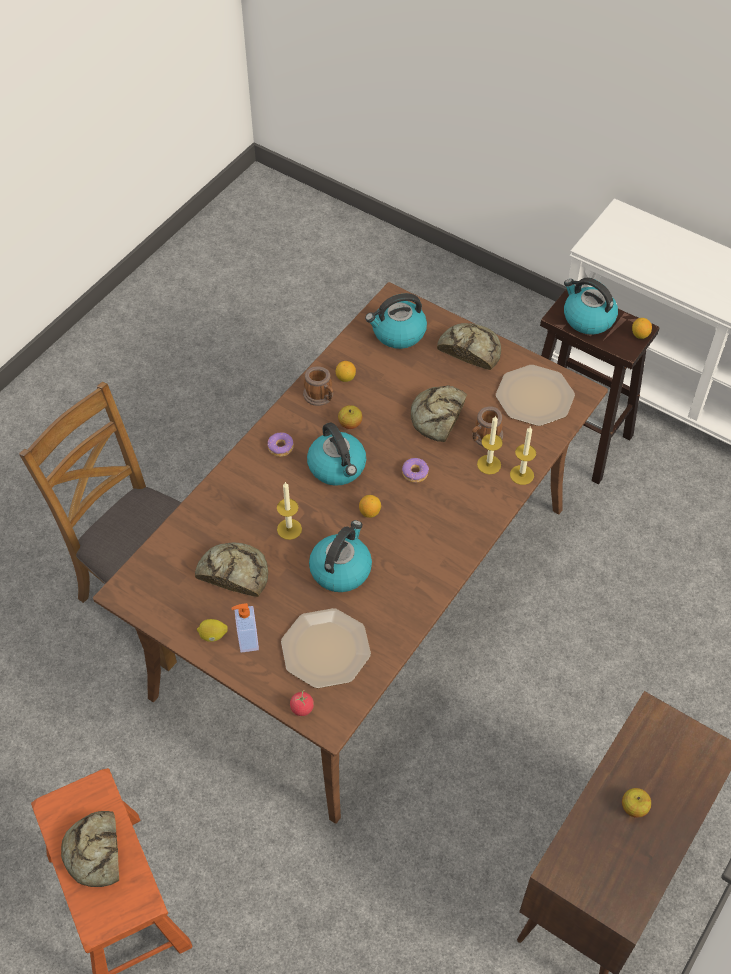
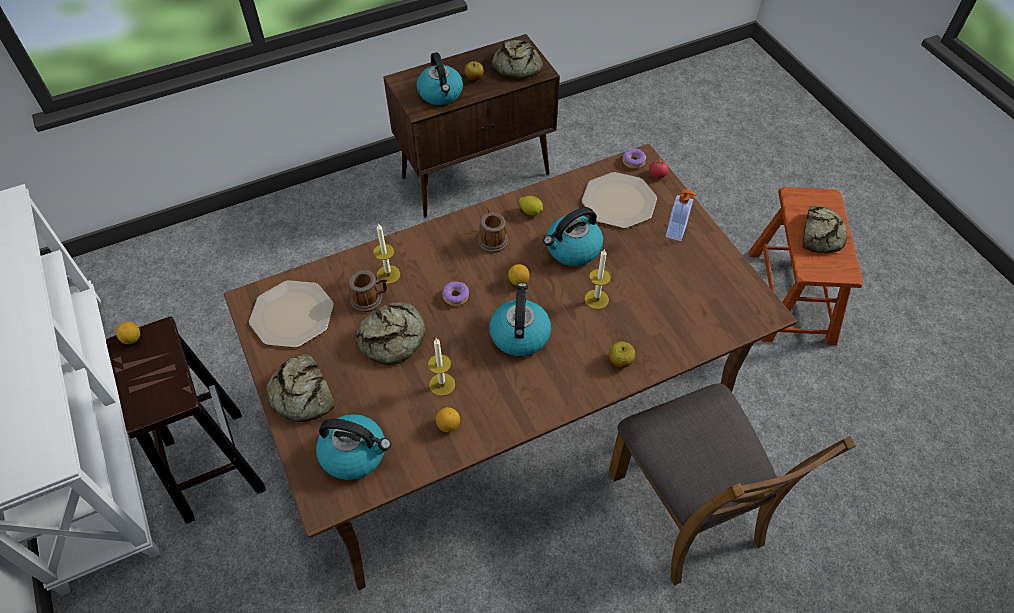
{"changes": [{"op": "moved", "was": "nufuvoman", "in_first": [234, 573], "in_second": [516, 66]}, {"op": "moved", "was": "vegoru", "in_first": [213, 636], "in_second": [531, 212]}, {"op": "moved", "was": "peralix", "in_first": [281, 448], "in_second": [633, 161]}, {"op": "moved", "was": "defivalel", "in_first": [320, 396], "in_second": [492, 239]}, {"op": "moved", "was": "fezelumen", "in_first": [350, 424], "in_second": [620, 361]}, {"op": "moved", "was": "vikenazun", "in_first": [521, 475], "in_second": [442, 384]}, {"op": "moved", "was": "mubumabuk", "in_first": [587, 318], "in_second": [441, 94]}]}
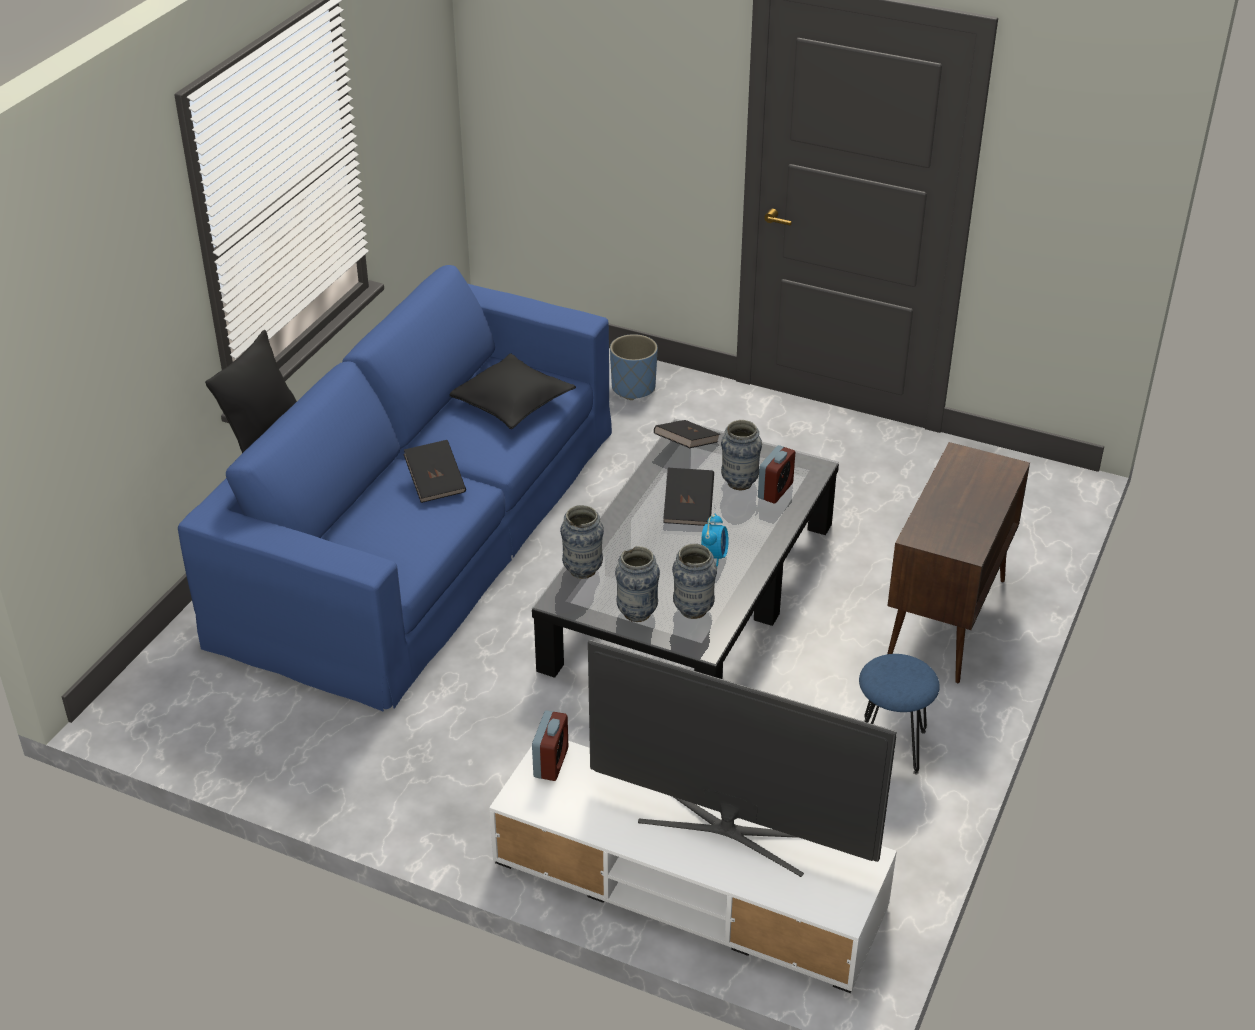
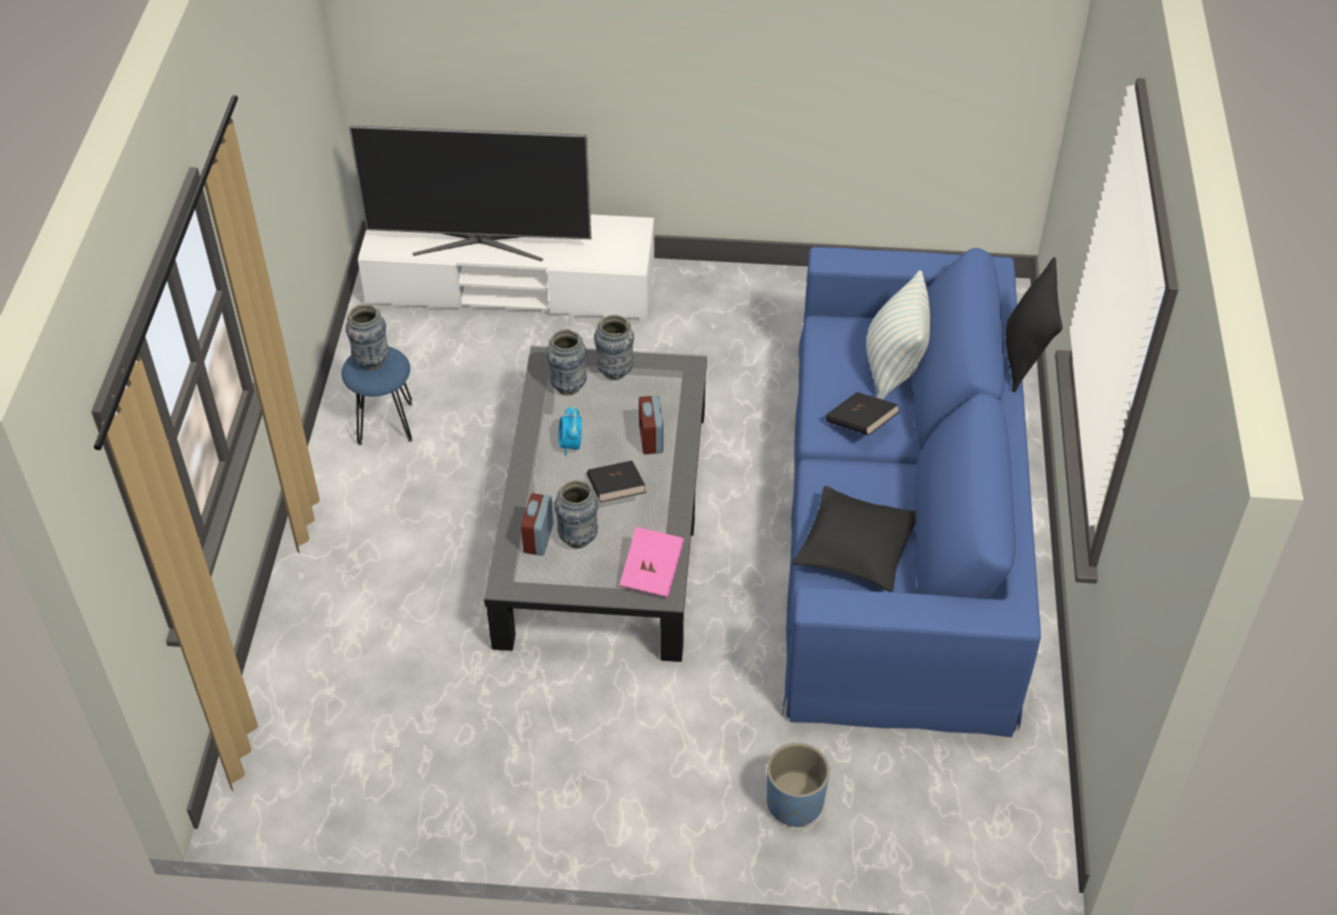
{"changes": [{"op": "removed", "was": "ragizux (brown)", "in_first": [946, 621]}, {"op": "added", "now": "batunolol", "in_second": [893, 367]}, {"op": "moved", "was": "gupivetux", "in_first": [551, 763], "in_second": [651, 439]}, {"op": "moved", "was": "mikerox", "in_first": [582, 570], "in_second": [371, 361]}, {"op": "recoloured", "was": "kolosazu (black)", "now": "kolosazu (pink)", "in_first": [686, 446], "in_second": [652, 573]}]}
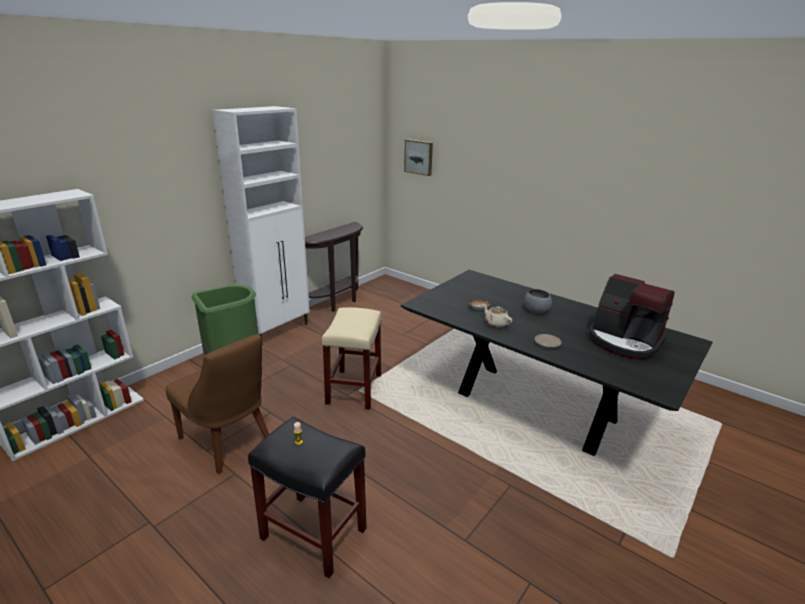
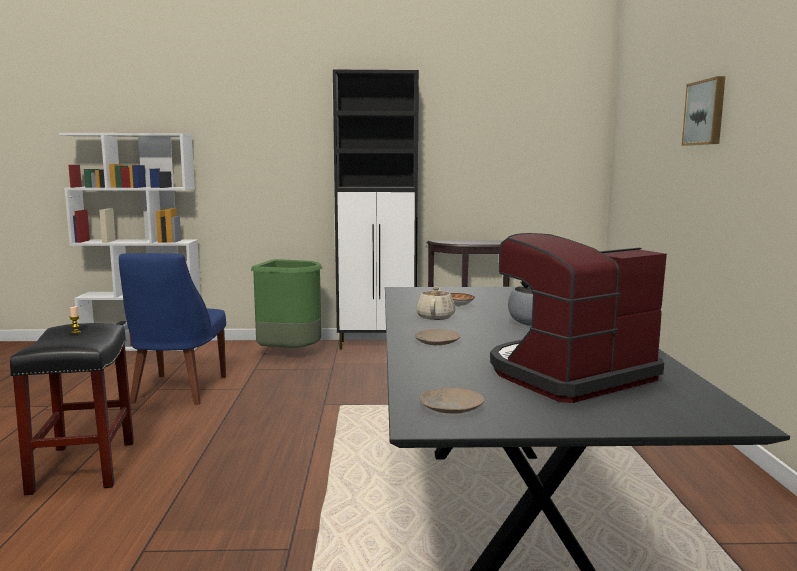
{"changes": [{"op": "removed", "was": "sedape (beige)", "in_first": [354, 389]}, {"op": "added", "now": "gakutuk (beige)", "in_second": [450, 408]}, {"op": "moved", "was": "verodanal", "in_first": [419, 157], "in_second": [706, 112]}, {"op": "recoloured", "was": "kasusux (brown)", "now": "kasusux (blue)", "in_first": [228, 442], "in_second": [177, 391]}, {"op": "recoloured", "was": "ragizux (white)", "now": "ragizux (black)", "in_first": [278, 330], "in_second": [378, 345]}, {"op": "turned", "was": "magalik", "in_first": [624, 341], "in_second": [568, 375], "clockwise": 60}]}
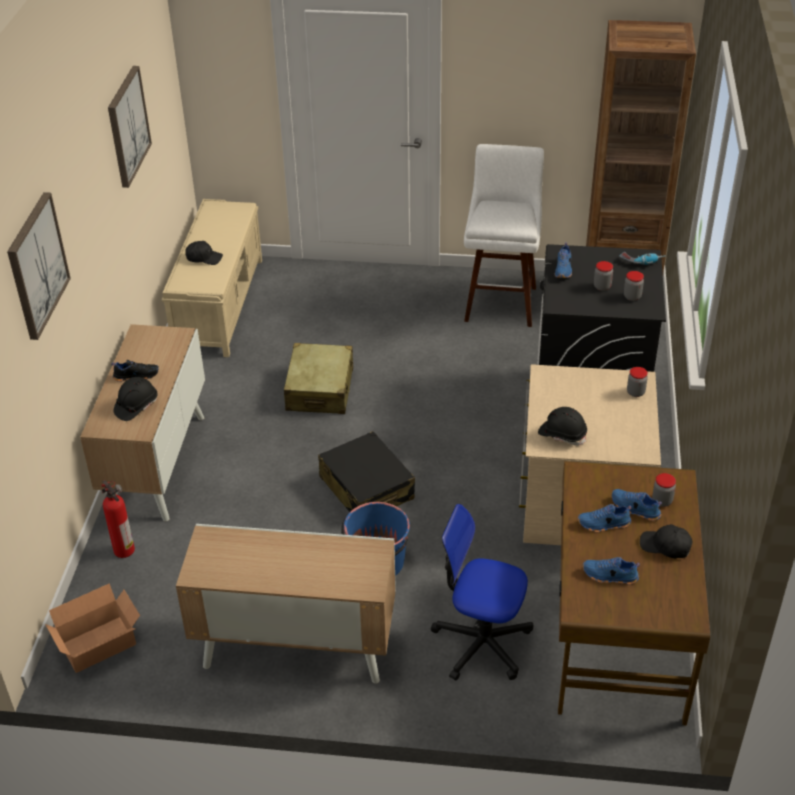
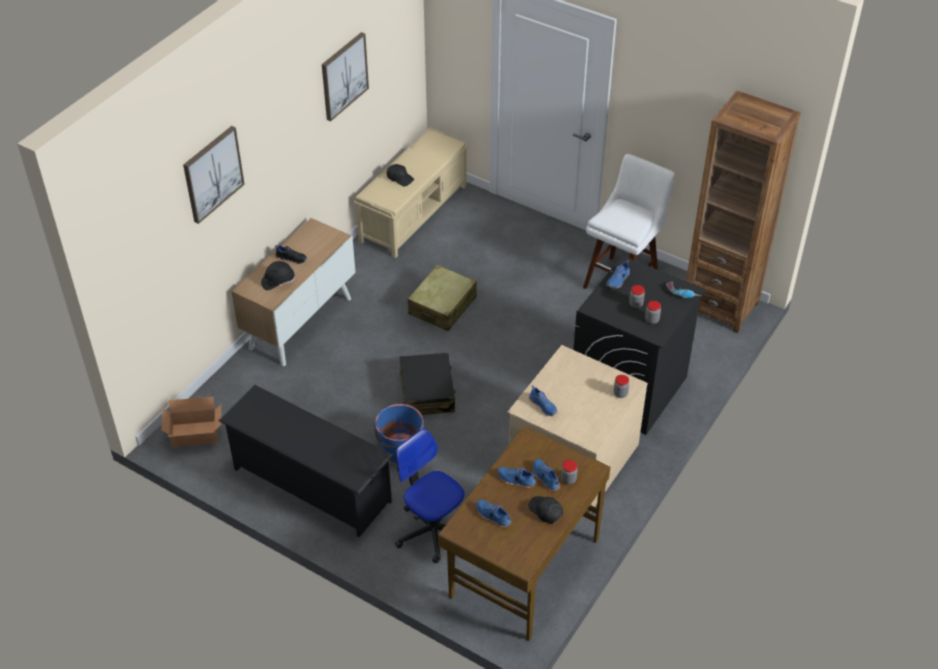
{"changes": [{"op": "removed", "was": "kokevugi", "in_first": [123, 549]}, {"op": "replaced", "was": "ragizux", "now": "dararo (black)", "in_first": [295, 648], "in_second": [311, 485]}, {"op": "replaced", "was": "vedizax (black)", "now": "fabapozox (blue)", "in_first": [562, 434], "in_second": [543, 406]}]}
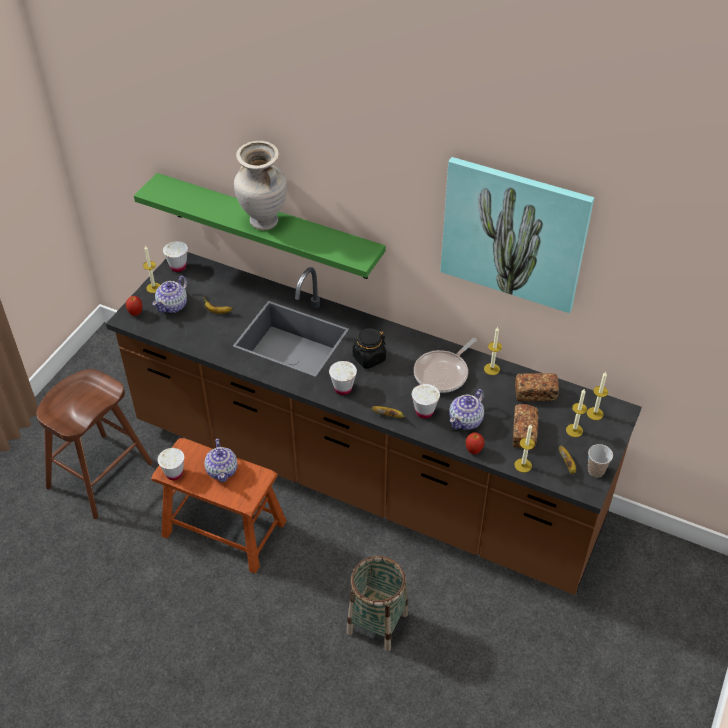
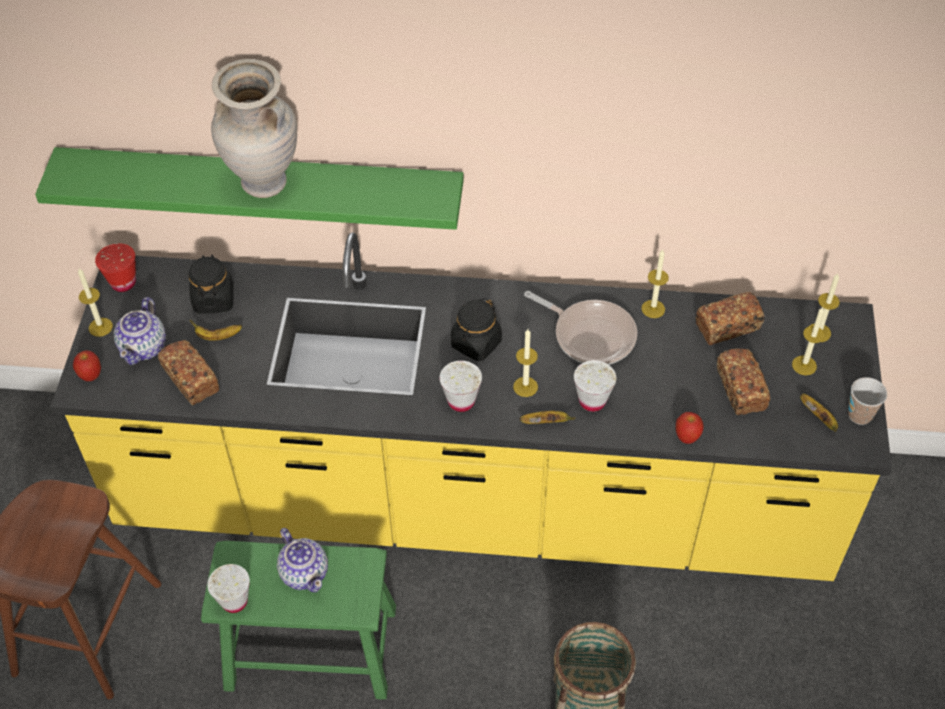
{"changes": [{"op": "removed", "was": "verodanal", "in_first": [513, 234]}, {"op": "removed", "was": "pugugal", "in_first": [466, 420]}, {"op": "added", "now": "nufuvoman", "in_second": [191, 380]}, {"op": "added", "now": "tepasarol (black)", "in_second": [214, 299]}, {"op": "moved", "was": "vikenazun", "in_first": [523, 465], "in_second": [525, 387]}, {"op": "recoloured", "was": "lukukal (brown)", "now": "lukukal (yellow)", "in_first": [364, 475], "in_second": [474, 502]}, {"op": "recoloured", "was": "sedape (brown)", "now": "sedape (green)", "in_first": [224, 528], "in_second": [311, 646]}, {"op": "recoloured", "was": "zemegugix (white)", "now": "zemegugix (red)", "in_first": [178, 267], "in_second": [123, 283]}, {"op": "turned", "was": "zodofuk", "in_first": [443, 373], "in_second": [590, 335], "clockwise": -75}]}
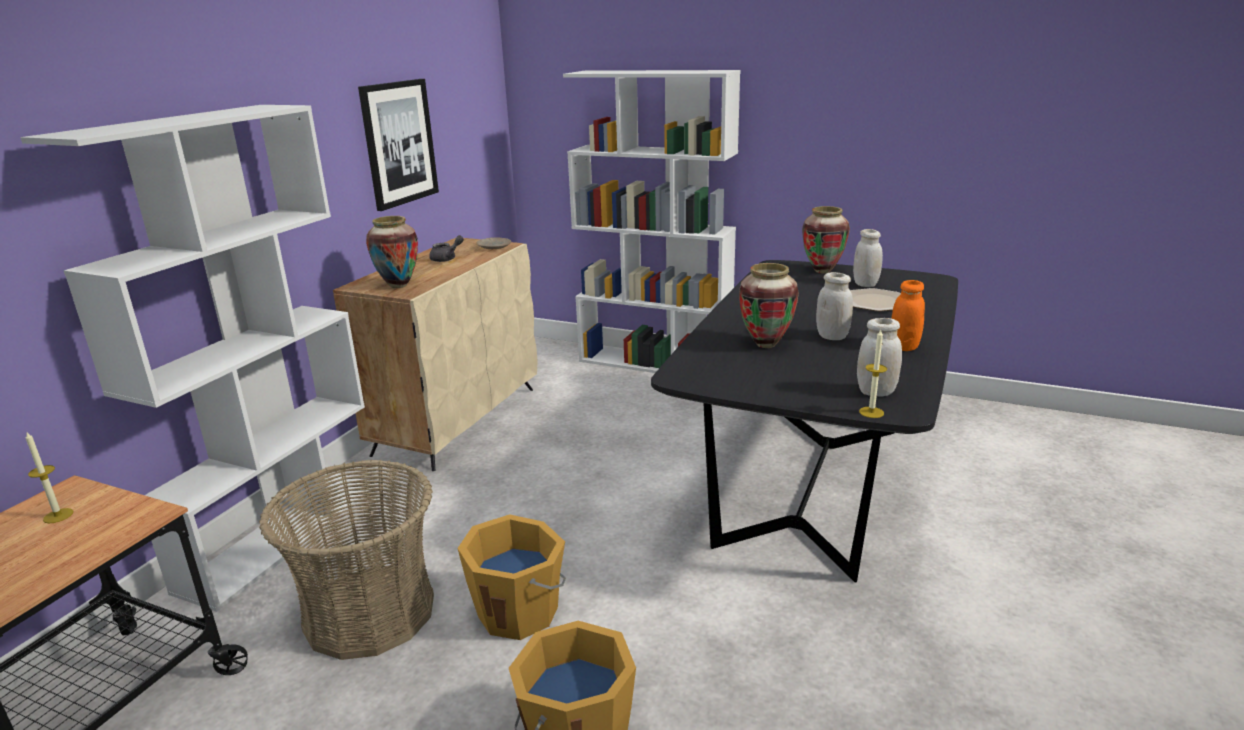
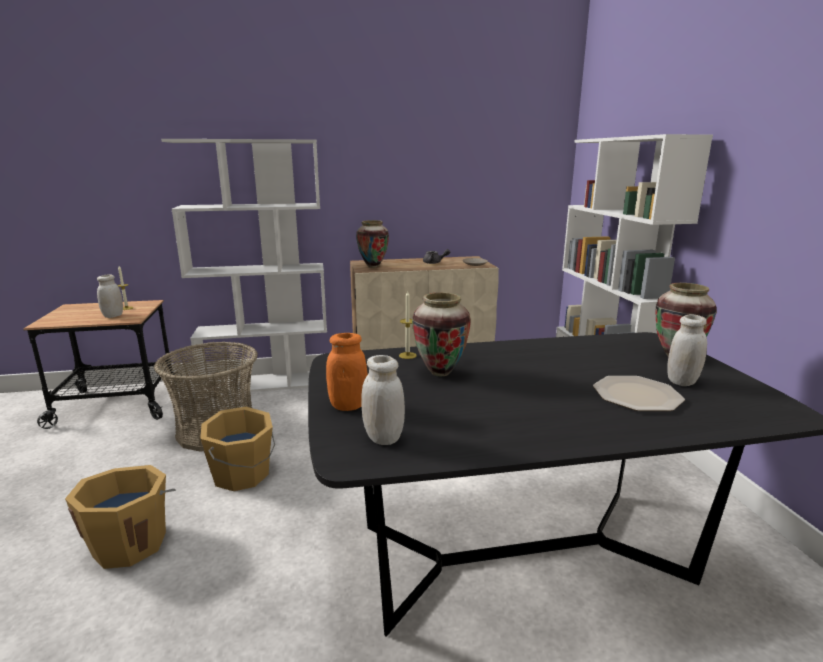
{"changes": [{"op": "removed", "was": "verodanal", "in_first": [399, 143]}, {"op": "moved", "was": "tepasarol (white)", "in_first": [832, 336], "in_second": [113, 316]}, {"op": "moved", "was": "vikenazun", "in_first": [871, 412], "in_second": [407, 355]}, {"op": "moved", "was": "tepasarol (orange)", "in_first": [904, 347], "in_second": [348, 405]}]}
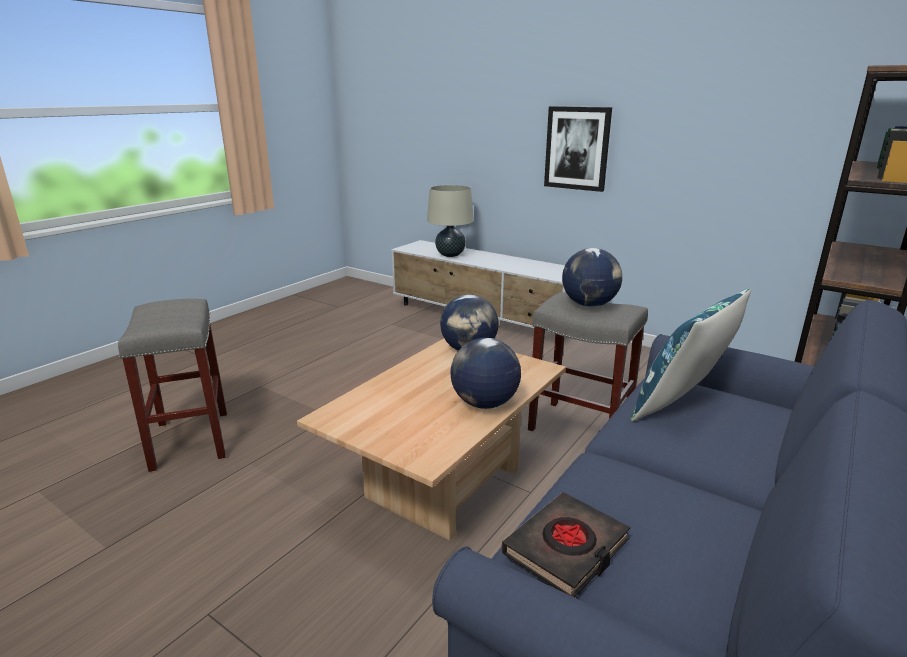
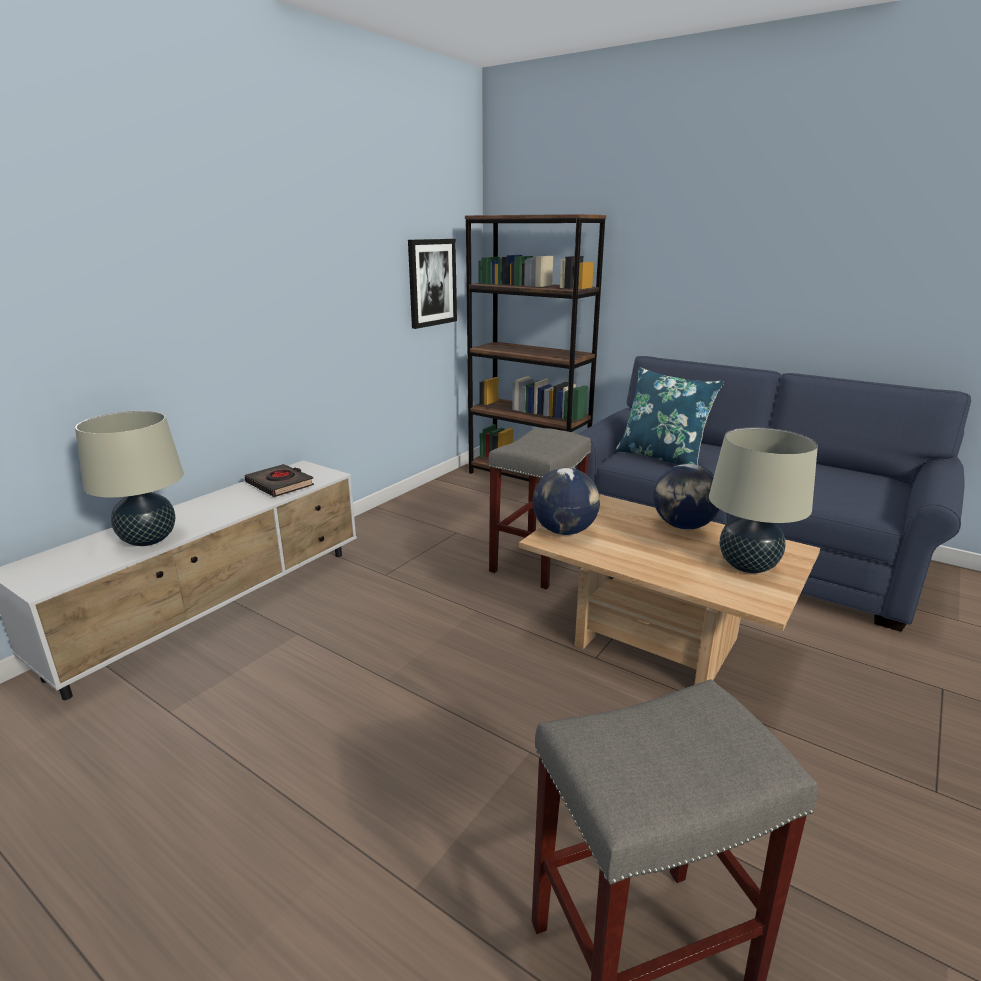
{"changes": [{"op": "removed", "was": "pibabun", "in_first": [589, 305]}, {"op": "added", "now": "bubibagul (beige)", "in_second": [747, 566]}, {"op": "moved", "was": "kolosazu (black)", "in_first": [566, 548], "in_second": [280, 485]}, {"op": "moved", "was": "verodanal", "in_first": [577, 148], "in_second": [432, 282]}]}
